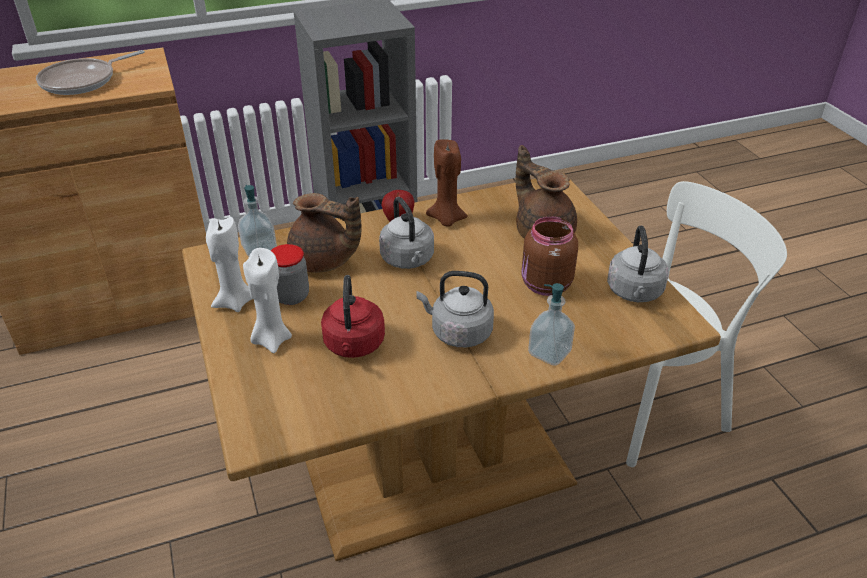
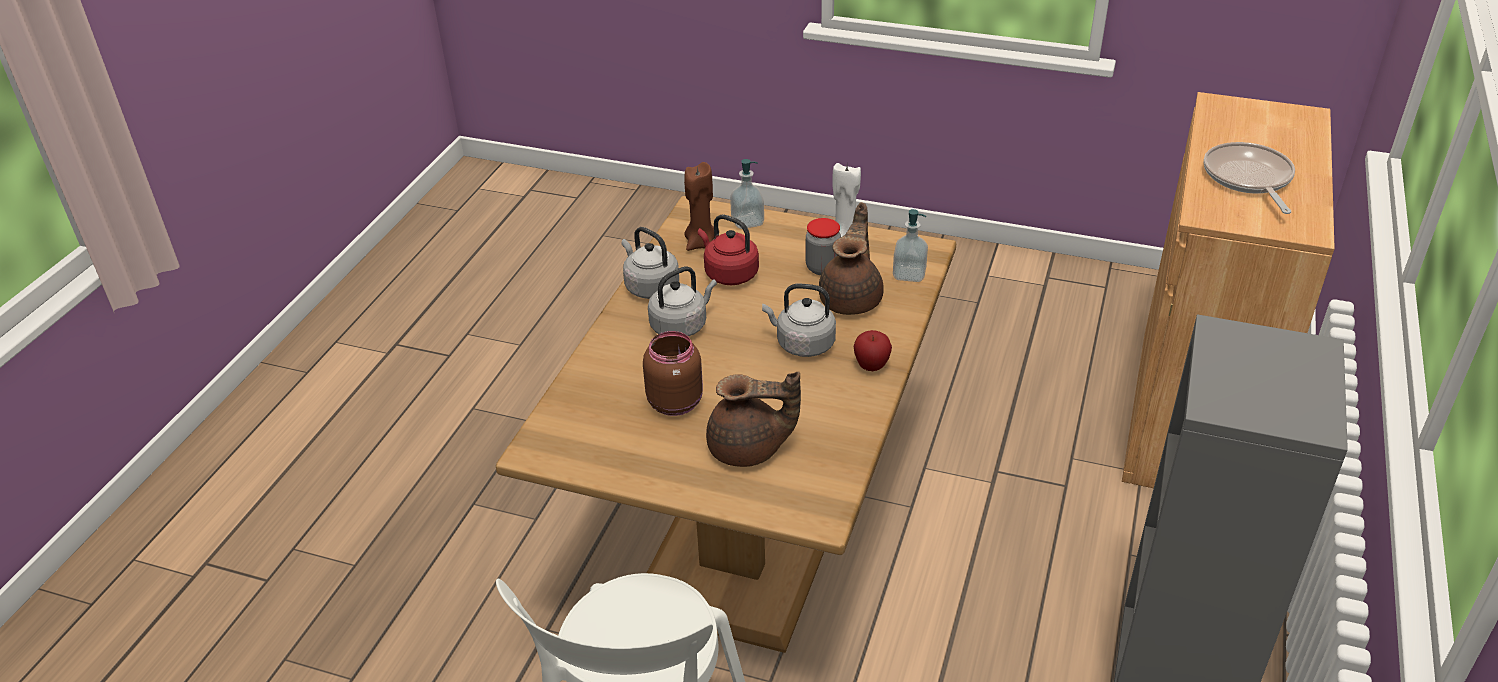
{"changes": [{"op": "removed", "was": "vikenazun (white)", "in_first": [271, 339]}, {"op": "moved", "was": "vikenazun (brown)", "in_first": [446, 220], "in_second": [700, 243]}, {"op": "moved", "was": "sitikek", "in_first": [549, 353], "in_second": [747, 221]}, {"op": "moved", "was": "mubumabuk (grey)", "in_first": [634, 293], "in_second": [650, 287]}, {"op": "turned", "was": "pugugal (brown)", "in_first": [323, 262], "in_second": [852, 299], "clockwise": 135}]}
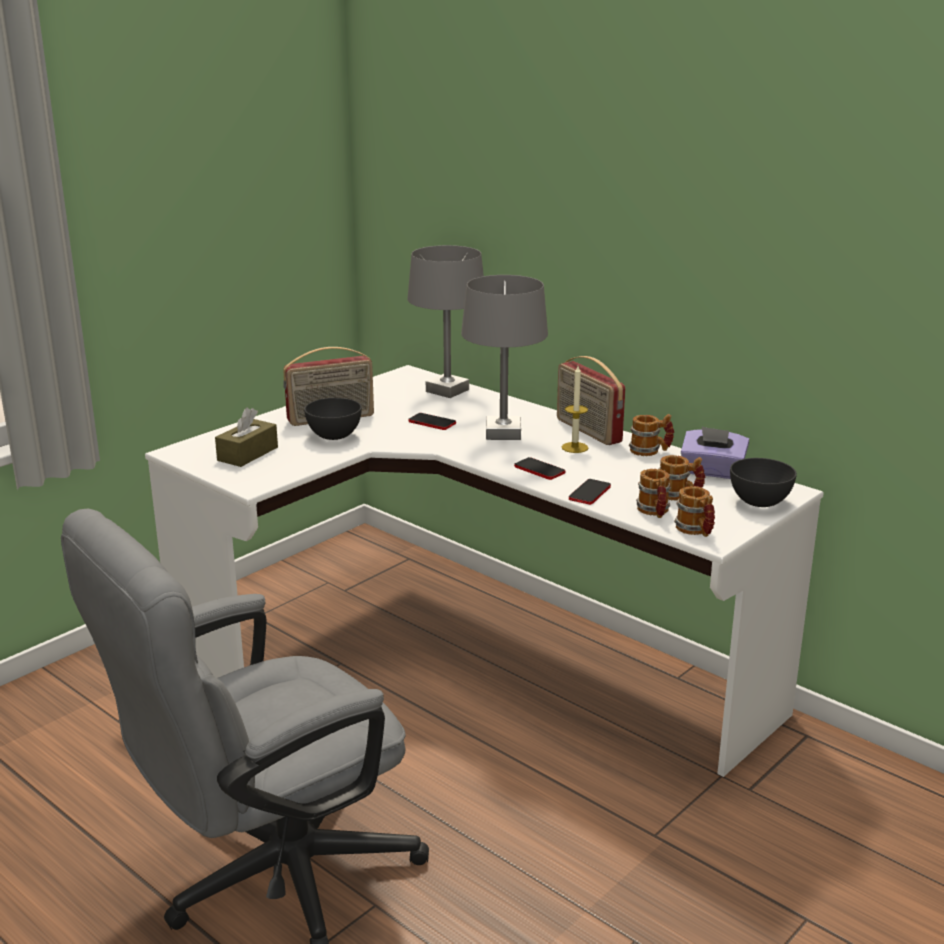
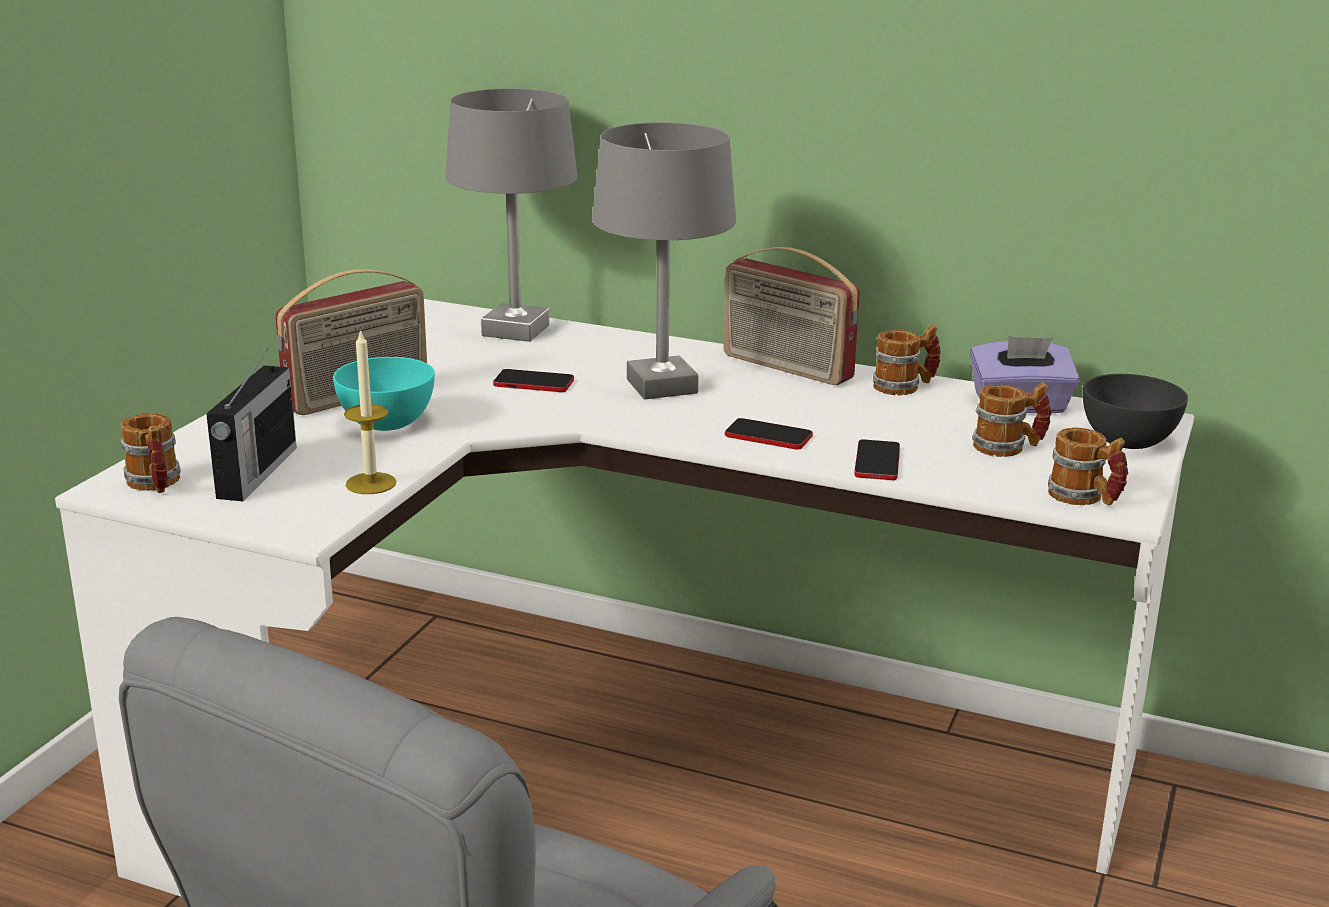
{"changes": [{"op": "moved", "was": "vikenazun", "in_first": [574, 447], "in_second": [371, 483]}, {"op": "moved", "was": "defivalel", "in_first": [654, 512], "in_second": [155, 485]}, {"op": "replaced", "was": "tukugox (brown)", "now": "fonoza", "in_first": [248, 454], "in_second": [255, 473]}, {"op": "recoloured", "was": "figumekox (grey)", "now": "figumekox (turquoise)", "in_first": [334, 436], "in_second": [386, 424]}]}
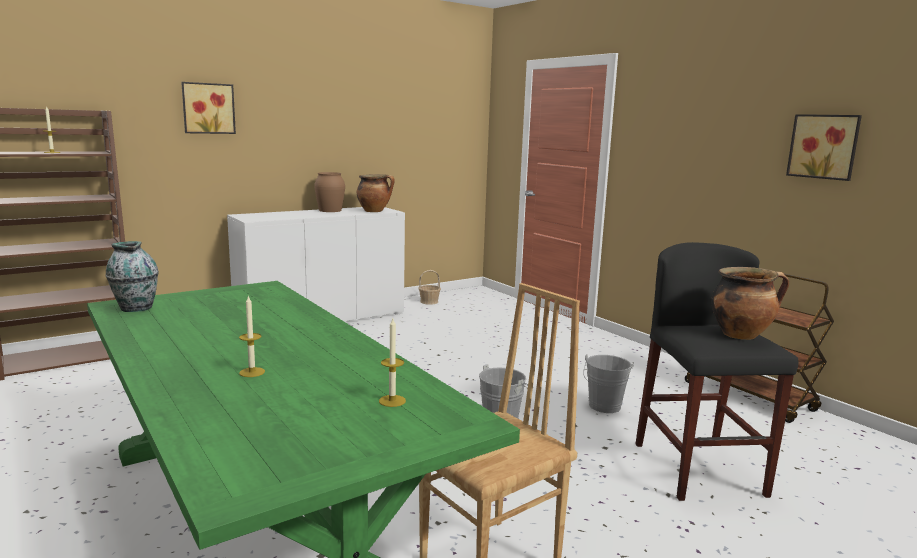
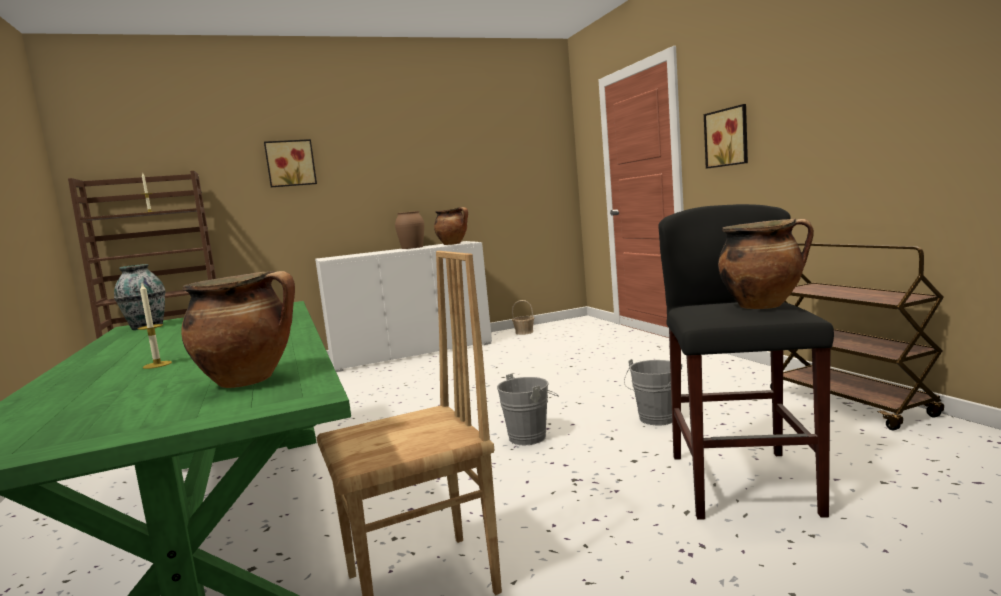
{"changes": [{"op": "moved", "was": "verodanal", "in_first": [824, 146], "in_second": [728, 137]}, {"op": "replaced", "was": "vikenazun", "now": "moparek", "in_first": [392, 401], "in_second": [250, 380]}]}
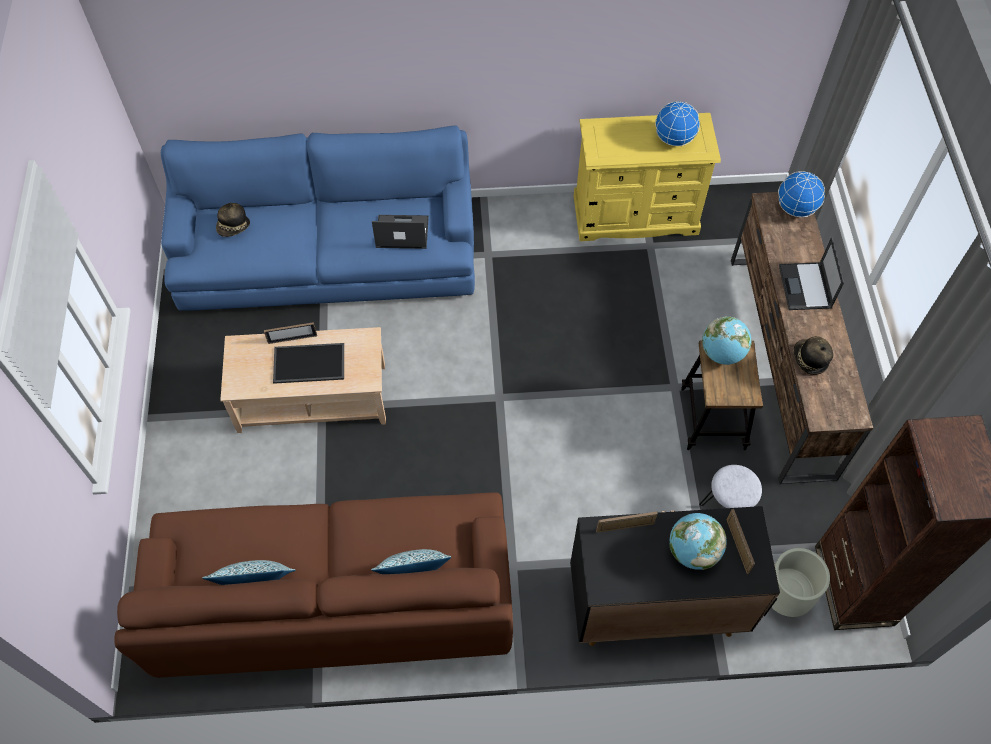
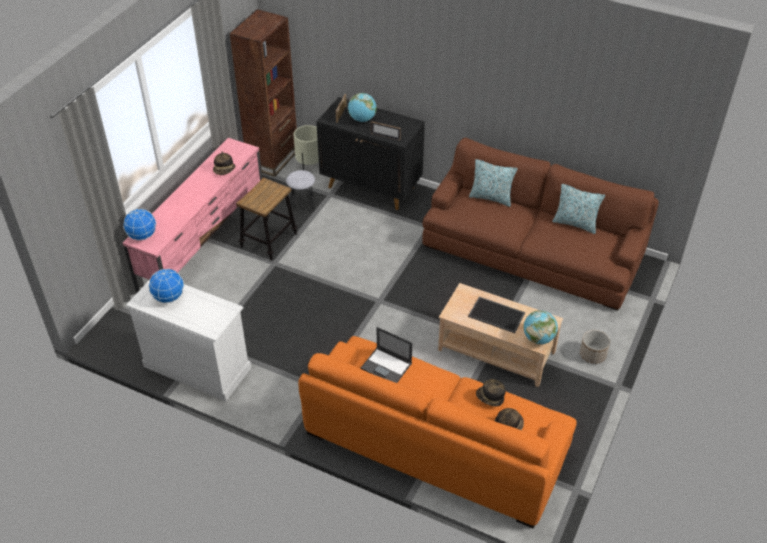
{"changes": [{"op": "removed", "was": "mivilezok", "in_first": [292, 339]}, {"op": "removed", "was": "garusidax", "in_first": [805, 287]}, {"op": "added", "now": "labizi", "in_second": [490, 398]}, {"op": "added", "now": "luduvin", "in_second": [593, 355]}, {"op": "moved", "was": "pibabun", "in_first": [722, 353], "in_second": [538, 338]}, {"op": "recoloured", "was": "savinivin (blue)", "now": "savinivin (orange)", "in_first": [328, 256], "in_second": [436, 440]}, {"op": "recoloured", "was": "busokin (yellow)", "now": "busokin (white)", "in_first": [635, 215], "in_second": [197, 367]}, {"op": "recoloured", "was": "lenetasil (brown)", "now": "lenetasil (pink)", "in_first": [780, 365], "in_second": [205, 248]}]}
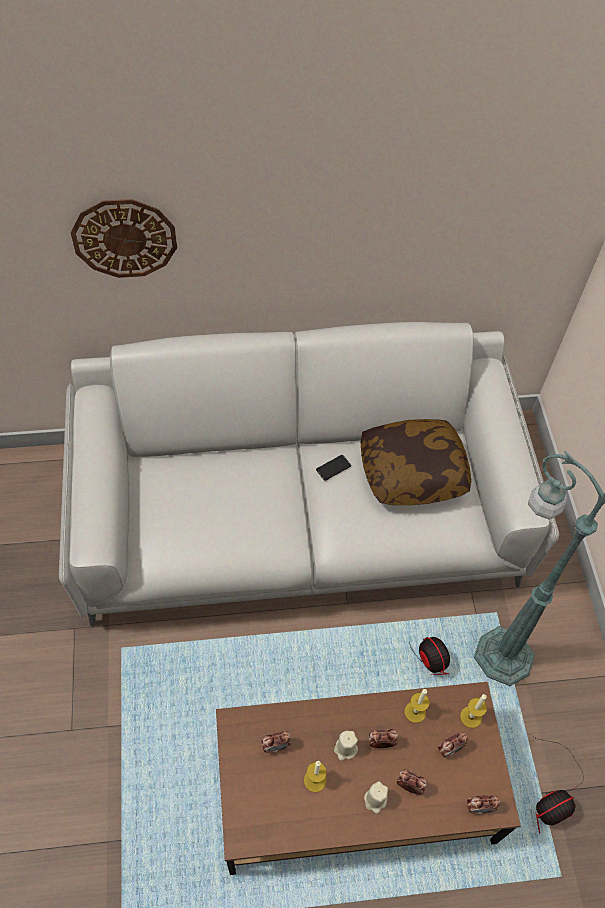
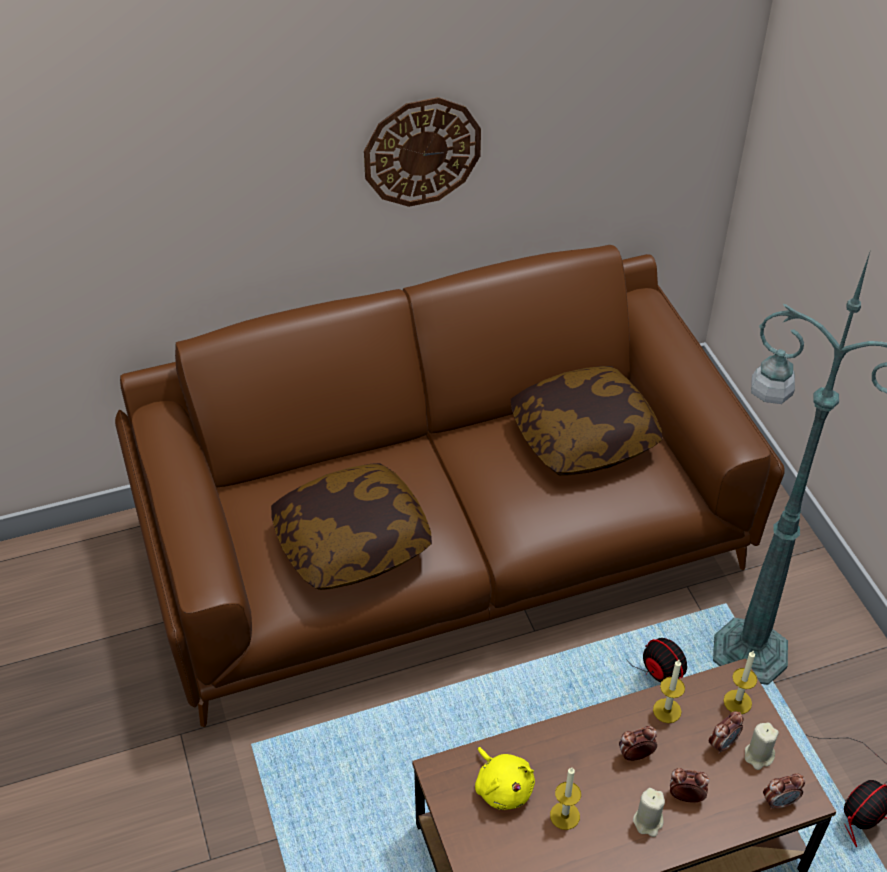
{"changes": [{"op": "removed", "was": "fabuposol", "in_first": [333, 468]}, {"op": "added", "now": "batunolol", "in_second": [352, 542]}, {"op": "moved", "was": "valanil", "in_first": [124, 238], "in_second": [422, 152]}, {"op": "moved", "was": "vikenazun (beige)", "in_first": [345, 749], "in_second": [758, 756]}, {"op": "replaced", "was": "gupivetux", "now": "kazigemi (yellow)", "in_first": [276, 746], "in_second": [503, 787]}, {"op": "recoloured", "was": "savinivin (grey)", "now": "savinivin (brown)", "in_first": [300, 518], "in_second": [445, 543]}]}
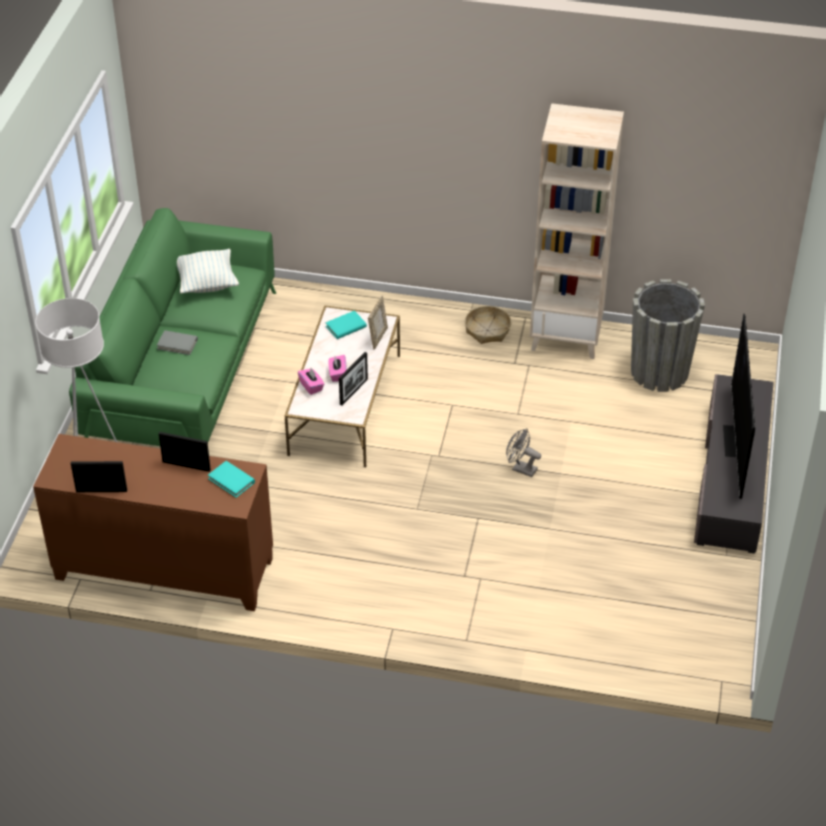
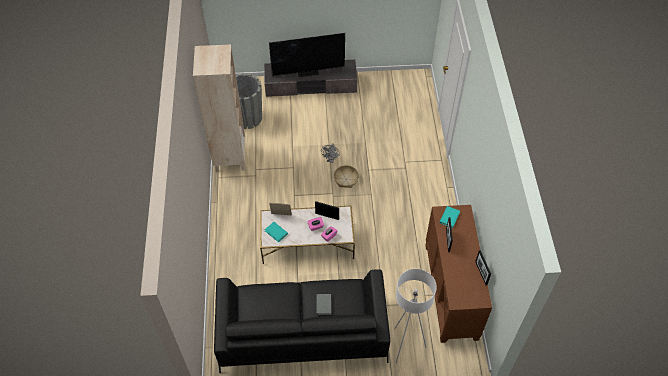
{"changes": [{"op": "removed", "was": "batunolol", "in_first": [207, 283]}, {"op": "moved", "was": "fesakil", "in_first": [487, 330], "in_second": [346, 179]}, {"op": "recoloured", "was": "savinivin (green)", "now": "savinivin (black)", "in_first": [183, 370], "in_second": [302, 332]}]}
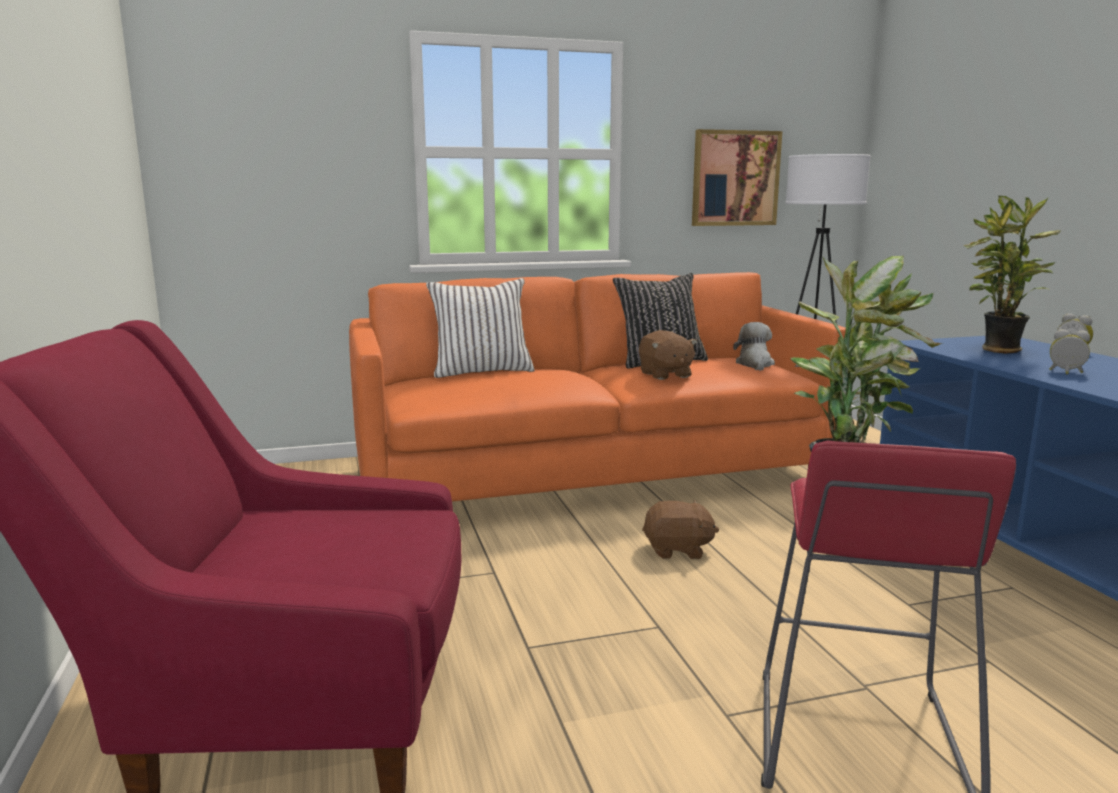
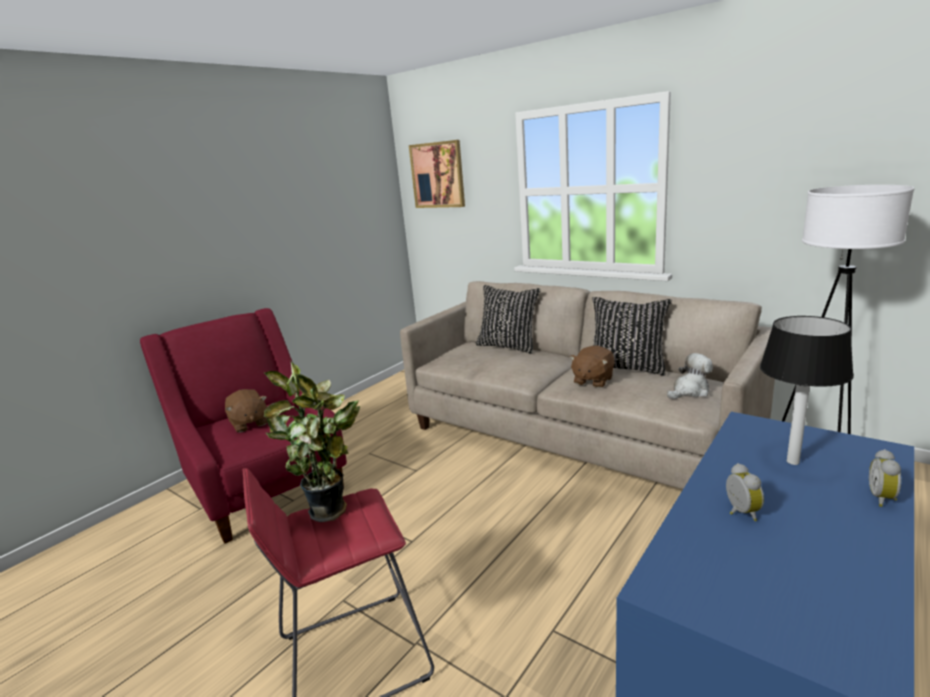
{"changes": [{"op": "moved", "was": "kazigemi (brown)", "in_first": [677, 550], "in_second": [249, 424]}, {"op": "moved", "was": "verodanal", "in_first": [735, 178], "in_second": [438, 175]}, {"op": "replaced", "was": "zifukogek", "now": "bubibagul", "in_first": [998, 350], "in_second": [793, 461]}, {"op": "recoloured", "was": "savinivin (orange)", "now": "savinivin (beige)", "in_first": [591, 476], "in_second": [574, 435]}, {"op": "recoloured", "was": "batunolol (white)", "now": "batunolol (black)", "in_first": [481, 371], "in_second": [508, 346]}]}
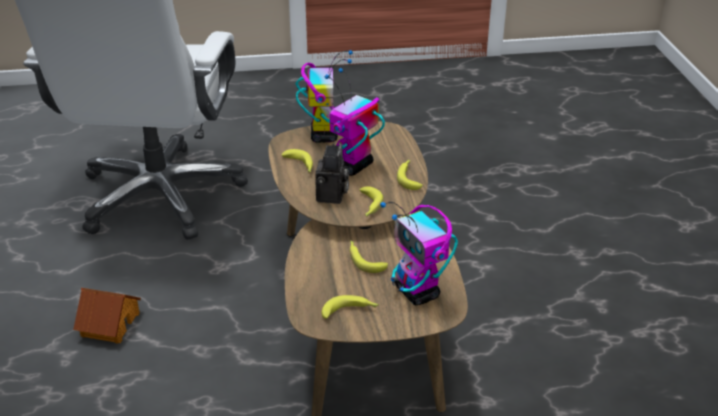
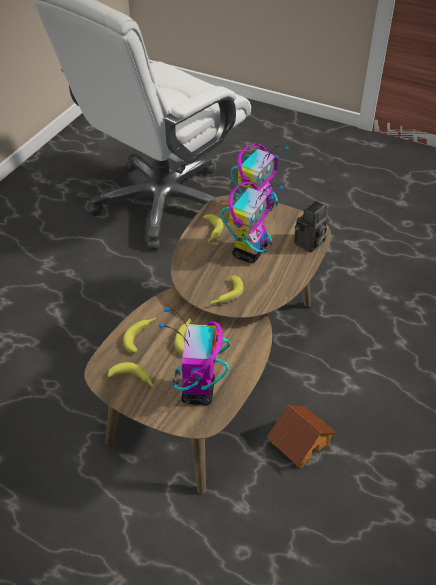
{"changes": [{"op": "moved", "was": "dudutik", "in_first": [109, 324], "in_second": [299, 442]}, {"op": "moved", "was": "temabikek", "in_first": [332, 197], "in_second": [309, 244]}, {"op": "moved", "was": "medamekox", "in_first": [409, 177], "in_second": [141, 336]}, {"op": "turned", "was": "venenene", "in_first": [353, 167], "in_second": [250, 252], "clockwise": 135}]}
